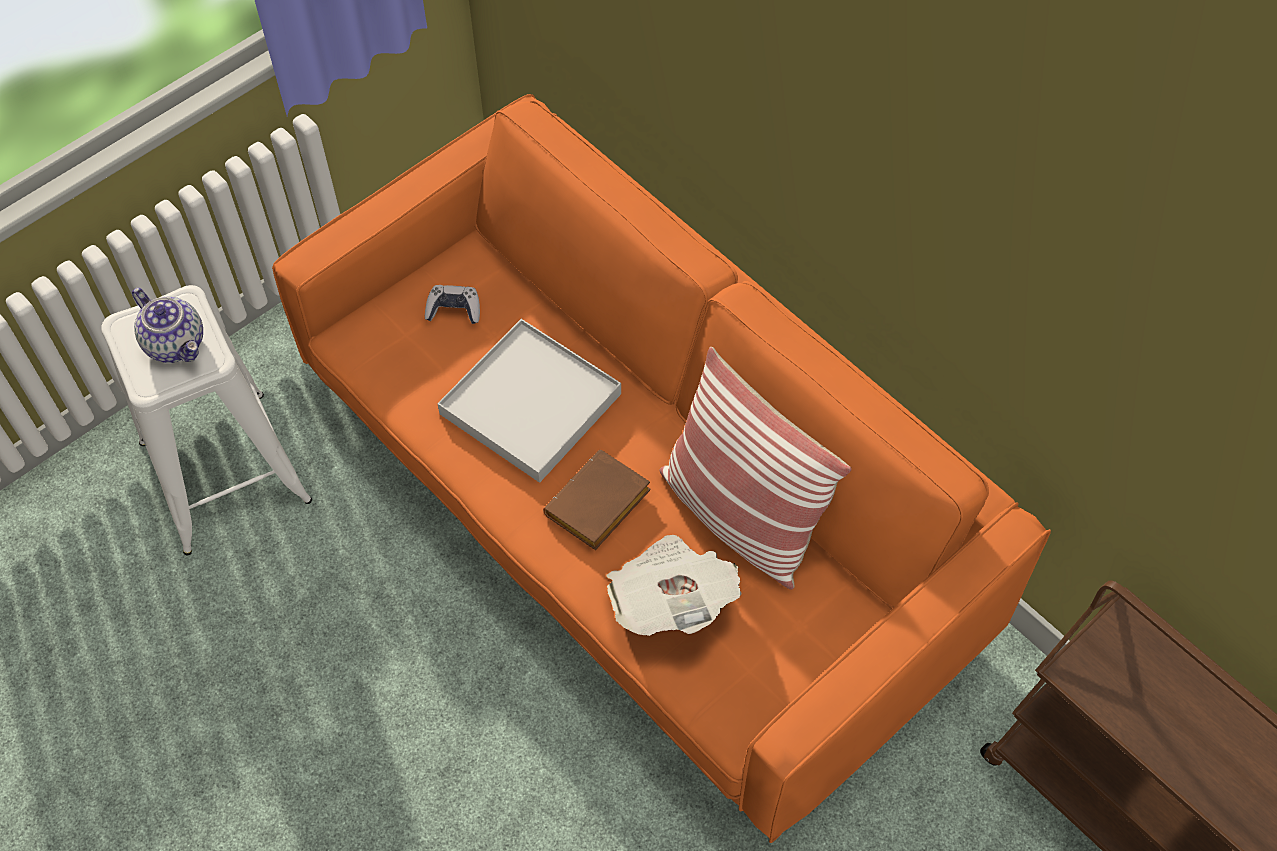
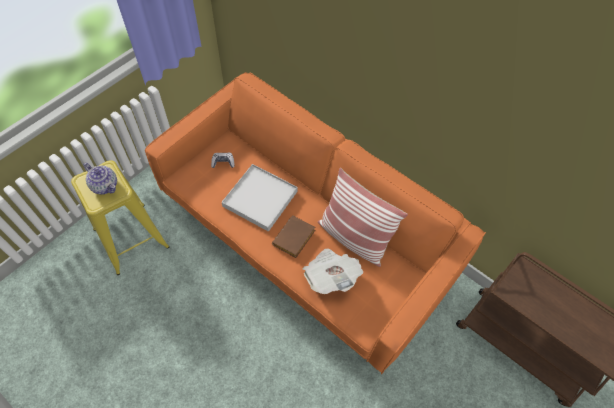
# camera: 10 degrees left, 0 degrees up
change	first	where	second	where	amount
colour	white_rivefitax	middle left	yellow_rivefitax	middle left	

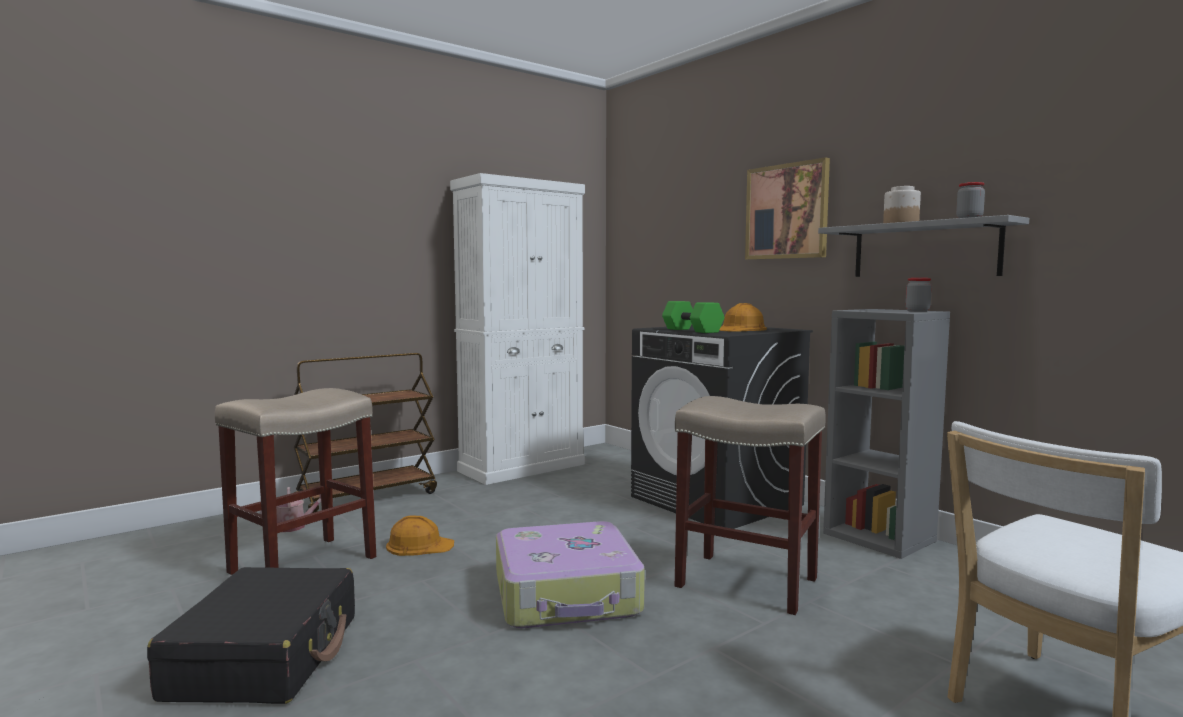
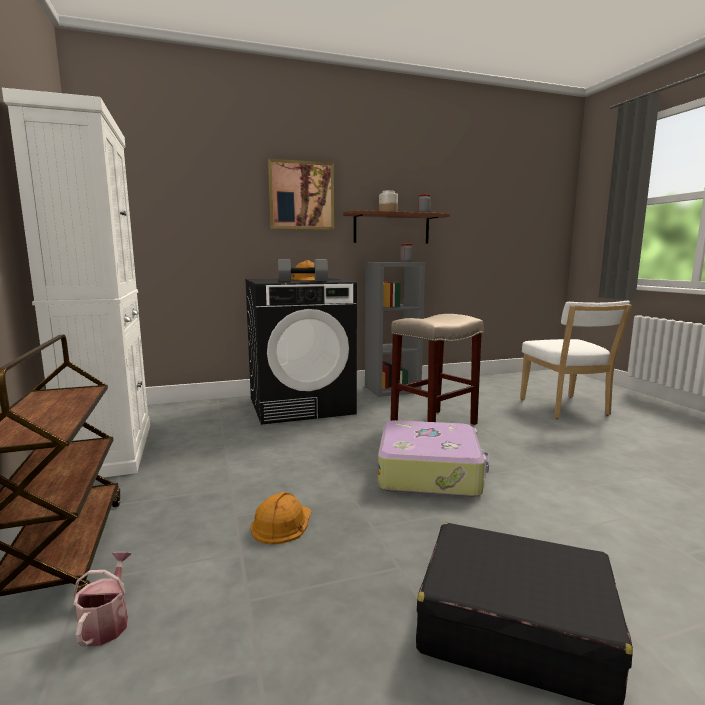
# camera: 70 degrees left, 5 degrees up
change	first	where	second	where	amount
colour	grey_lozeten	middle right	brown_lozeten	top centre	
colour	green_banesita	centre	grey_banesita	centre	
missing	beige_rivefitax (no. 1 from left)	bottom left			

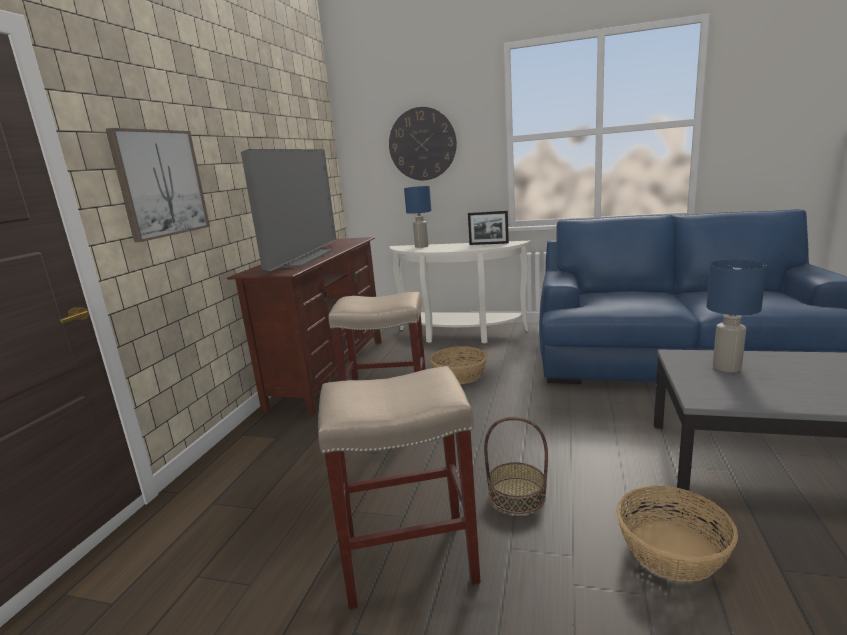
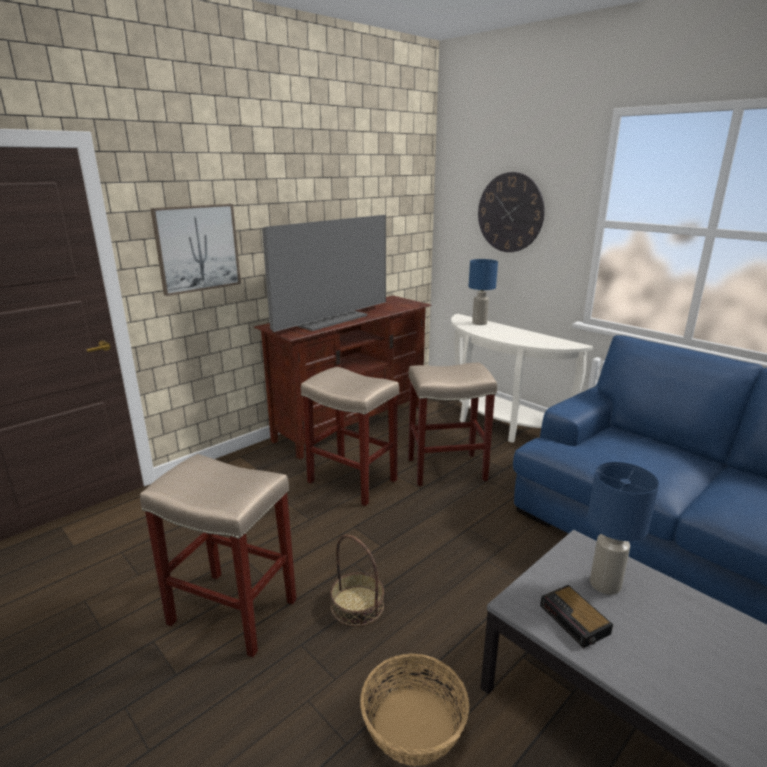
# camera: 30 degrees right, 5 degrees up
change	first	where	second	where	amount
missing	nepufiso	centre			
exchanged	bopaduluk (no. 1 from left)	centre	beige_rivefitax (no. 3 from left)	centre	
appeared			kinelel	bottom right	

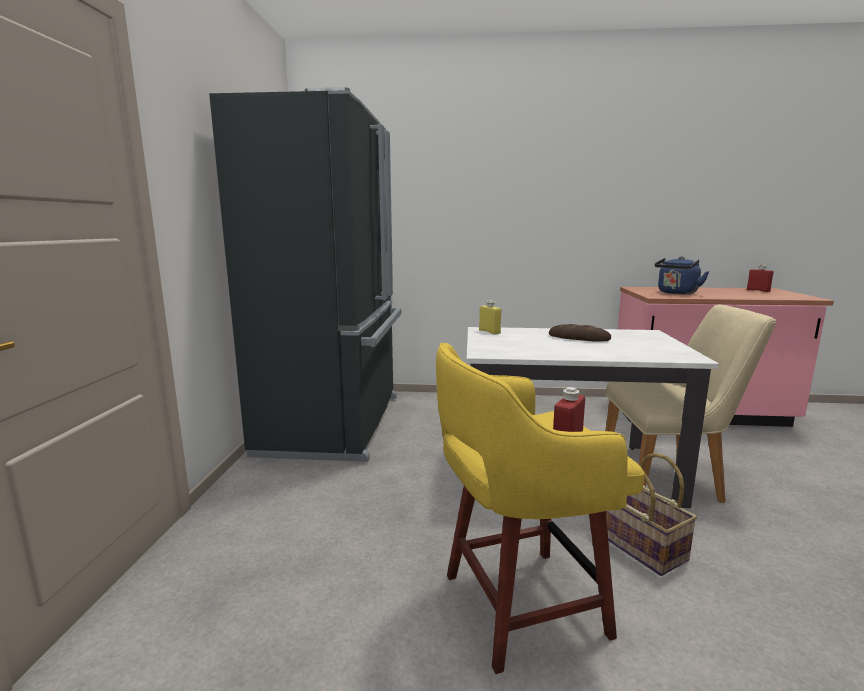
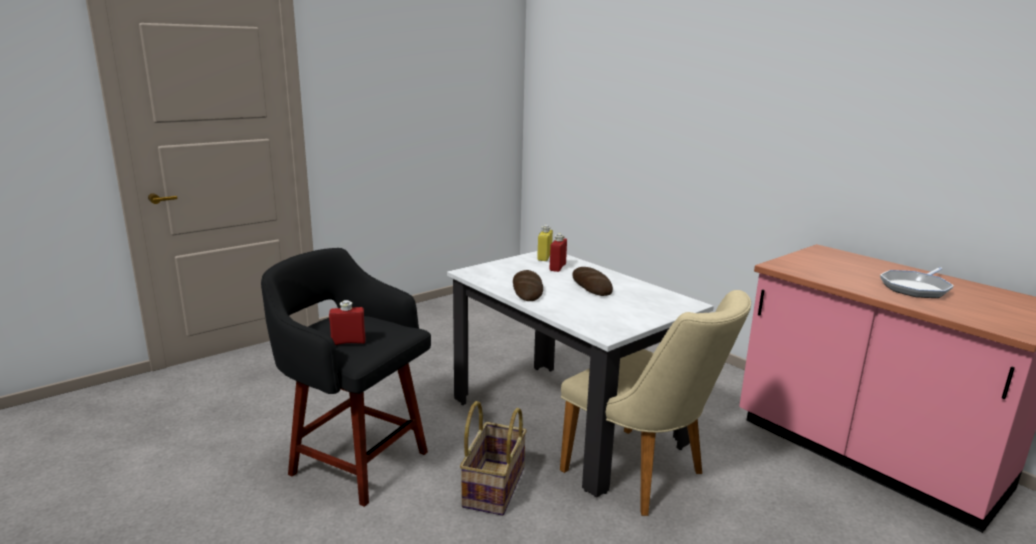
# camera: 45 degrees right, 5 degrees up
change	first	where	second	where	amount
missing	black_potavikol	centre			
missing	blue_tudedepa	middle right			
relocated	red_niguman (no. 2 from left)	middle right		centre	
colour	yellow_rivefitax	bottom centre	black_rivefitax	bottom centre	
appeared			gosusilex	middle right	
appeared			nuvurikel (no. 1 from left)	centre	

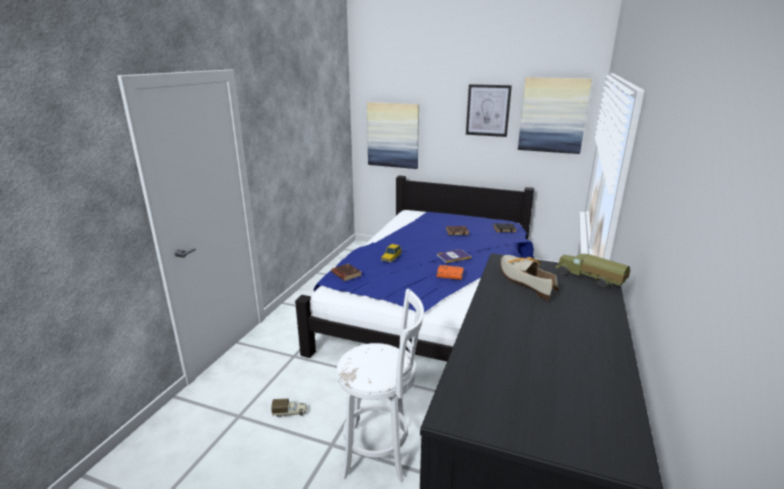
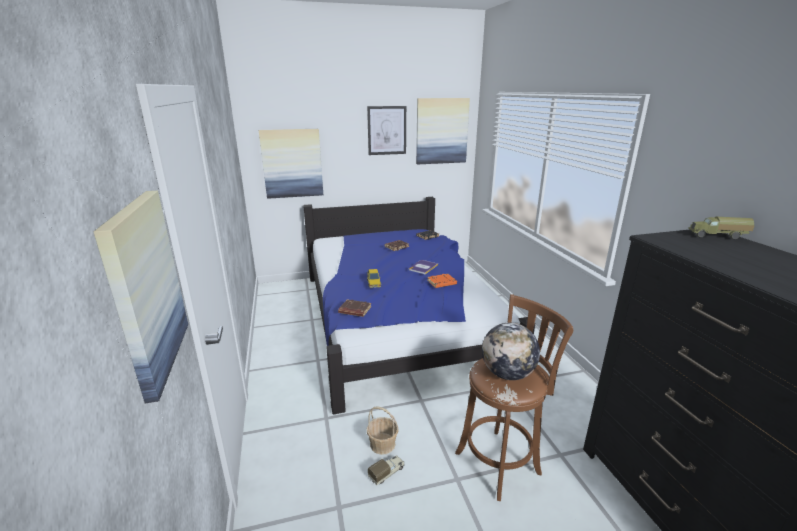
# camera: 35 degrees left, 0 degrees up
change	first	where	second	where	amount
missing	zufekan	middle right			
colour	white_rivefitax	bottom centre	brown_rivefitax	bottom centre	
appeared			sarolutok (no. 1 from left)	middle left	
appeared			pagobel	centre	
appeared			bopaduluk	bottom centre	

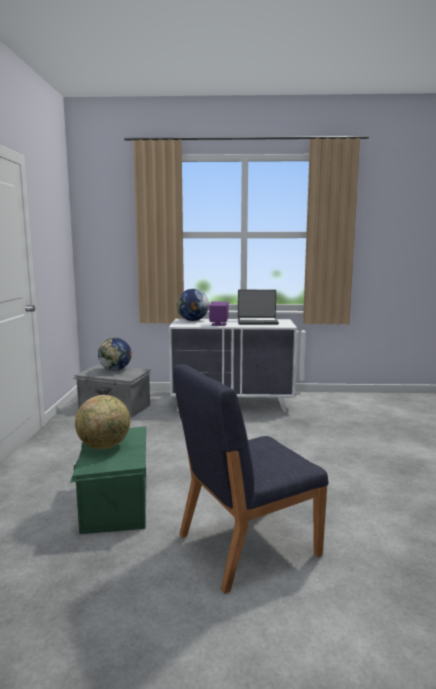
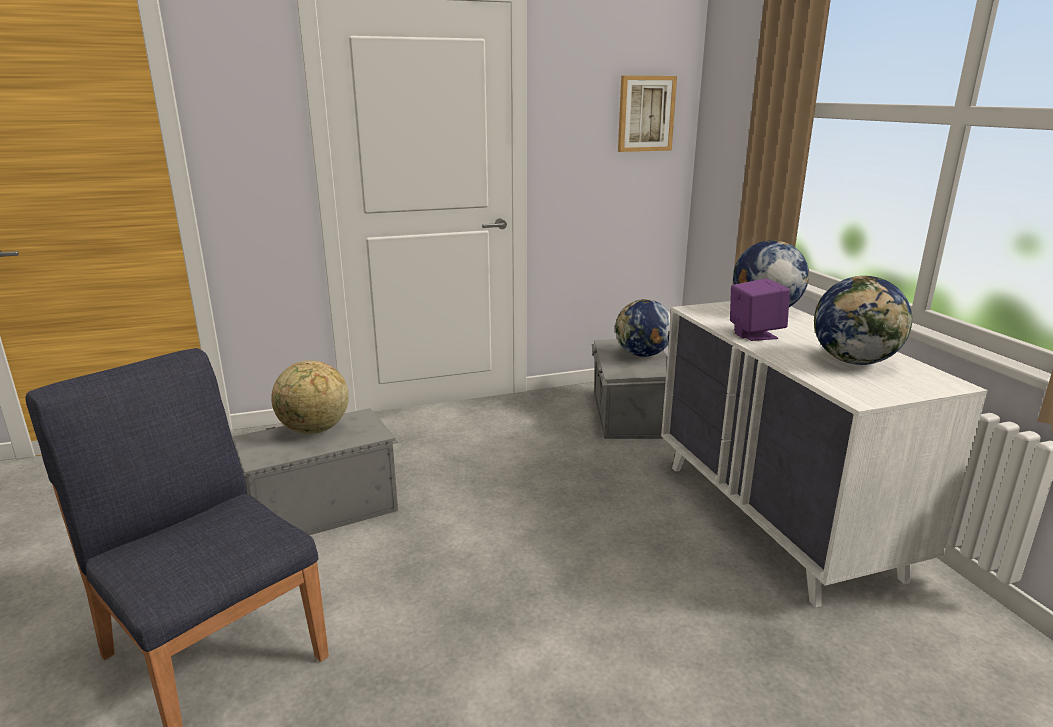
# camera: 70 degrees right, 10 degrees up
change	first	where	second	where	amount
exchanged	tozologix	centre	pagobel (no. 4 from left)	middle right	
colour	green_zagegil	bottom left	grey_zagegil (no. 1 from left)	middle left	
appeared			sarolutok	top centre	

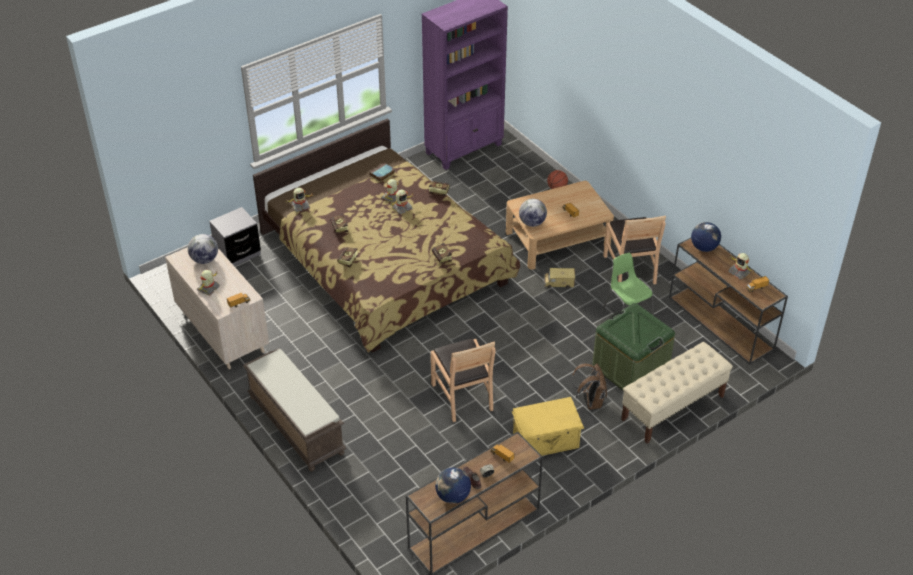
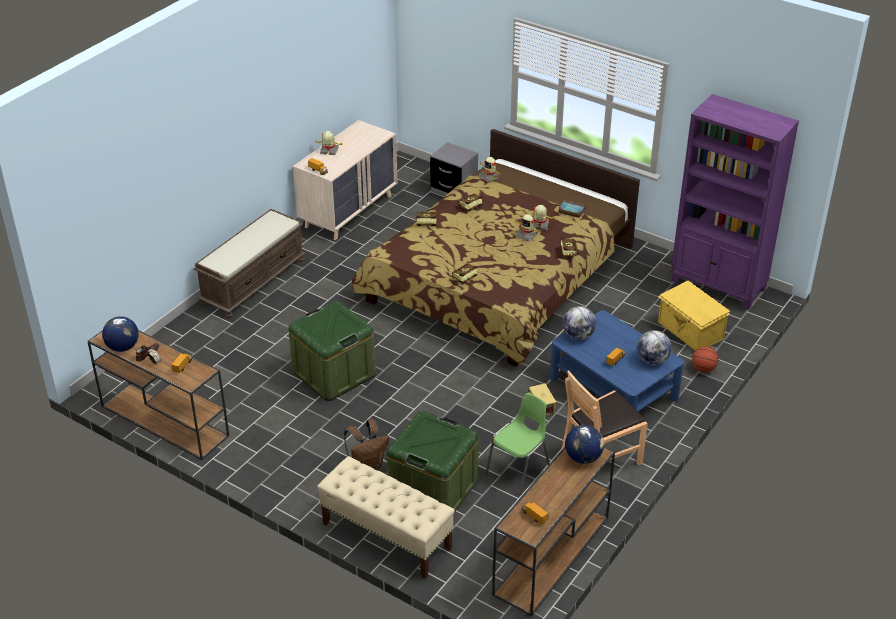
# camera: 70 degrees right, 5 degrees down
change	first	where	second	where	amount
colour	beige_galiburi	centre	blue_galiburi	middle right	
relocated	pagobel (no. 1 from left in the first image)	middle left	pagobel (no. 4 from left)	middle right	
missing	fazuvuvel (no. 5 from left)	middle right			
exchanged	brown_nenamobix (no. 1 from left)	centre	green_zagegil (no. 1 from left)	centre	
relocated	yellow_zagegil	bottom centre		middle right	

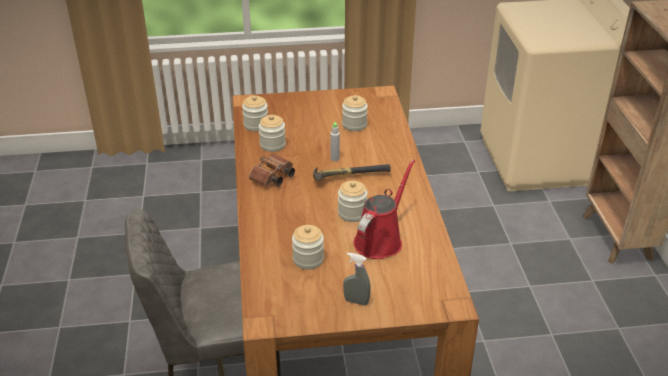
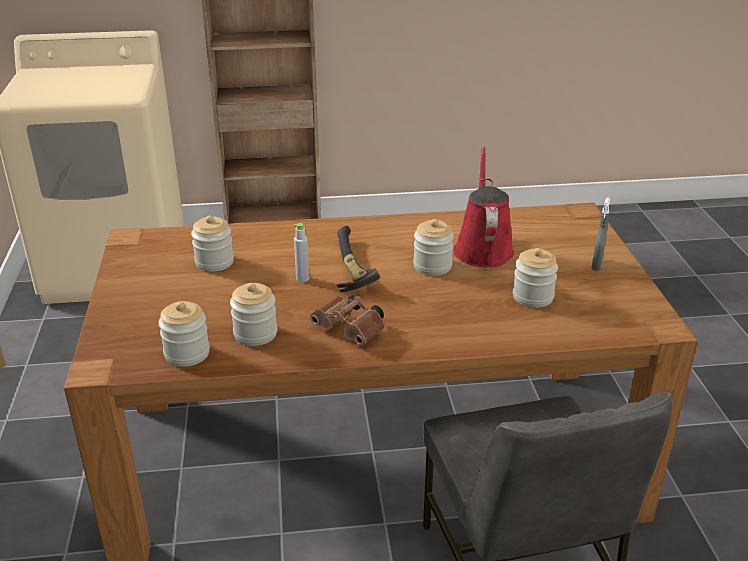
# camera: 90 degrees left, 5 degrees down
change	first	where	second	where	amount
spun	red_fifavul	centre		centre	60 degrees clockwise

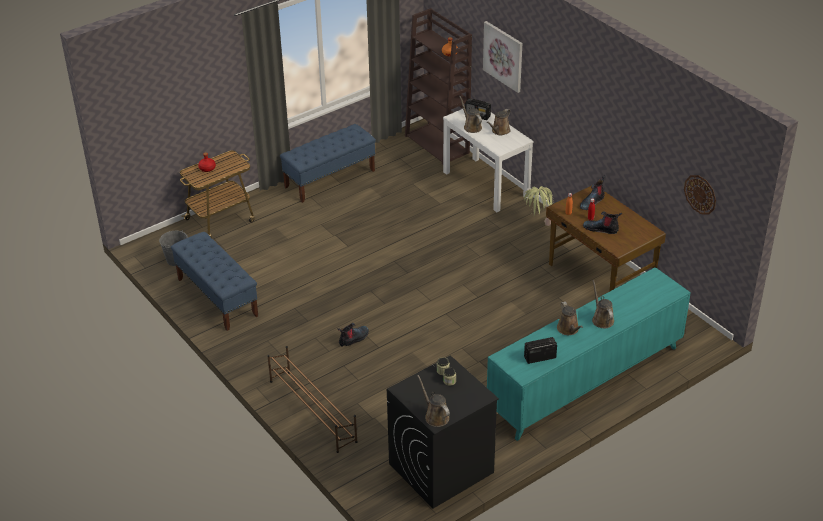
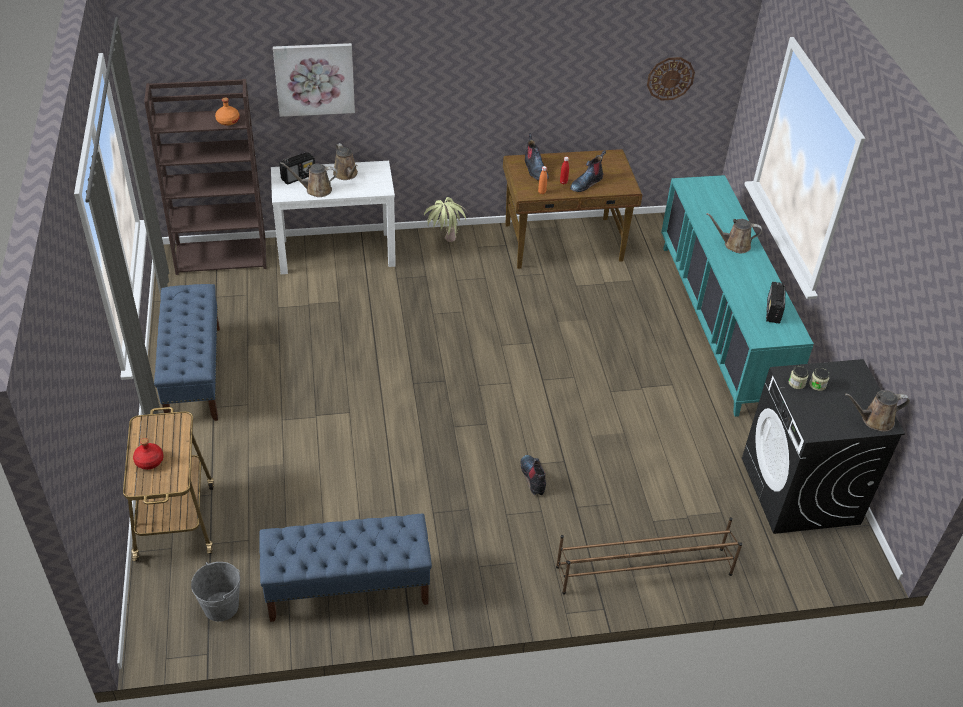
# camera: 65 degrees left, 5 degrees up
change	first	where	second	where	amount
missing	brown_fifavul (no. 4 from left)	middle right			

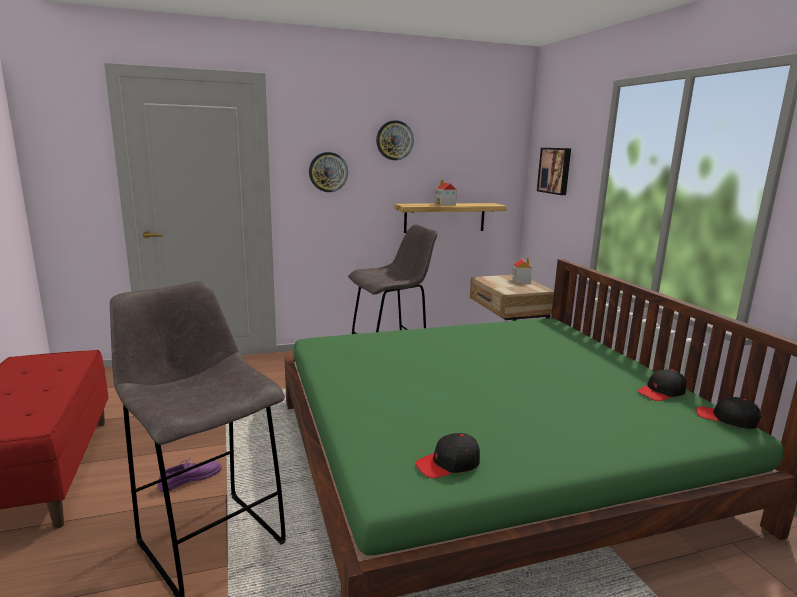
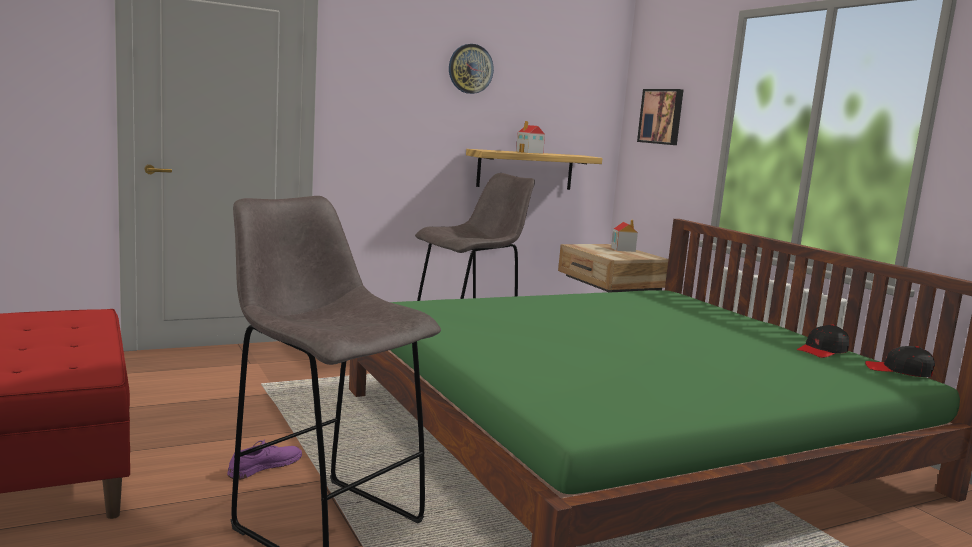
# camera: 10 degrees left, 5 degrees down
change	first	where	second	where	amount
missing	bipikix (no. 1 from left)	top centre			
missing	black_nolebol (no. 1 from left)	bottom centre			

